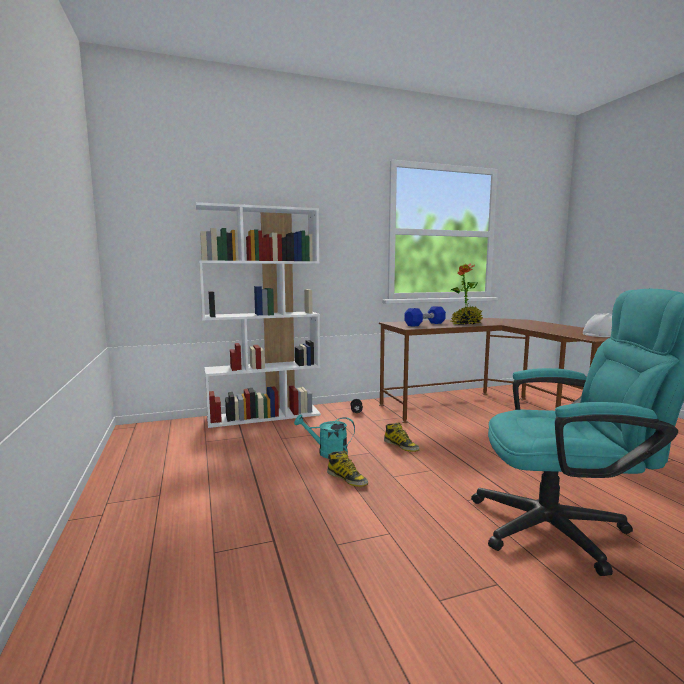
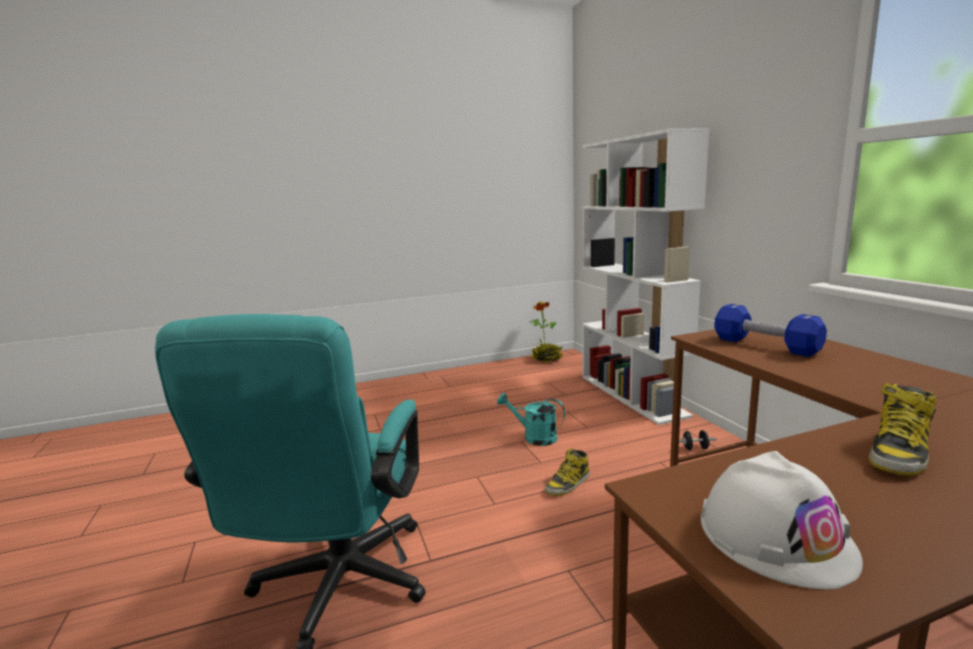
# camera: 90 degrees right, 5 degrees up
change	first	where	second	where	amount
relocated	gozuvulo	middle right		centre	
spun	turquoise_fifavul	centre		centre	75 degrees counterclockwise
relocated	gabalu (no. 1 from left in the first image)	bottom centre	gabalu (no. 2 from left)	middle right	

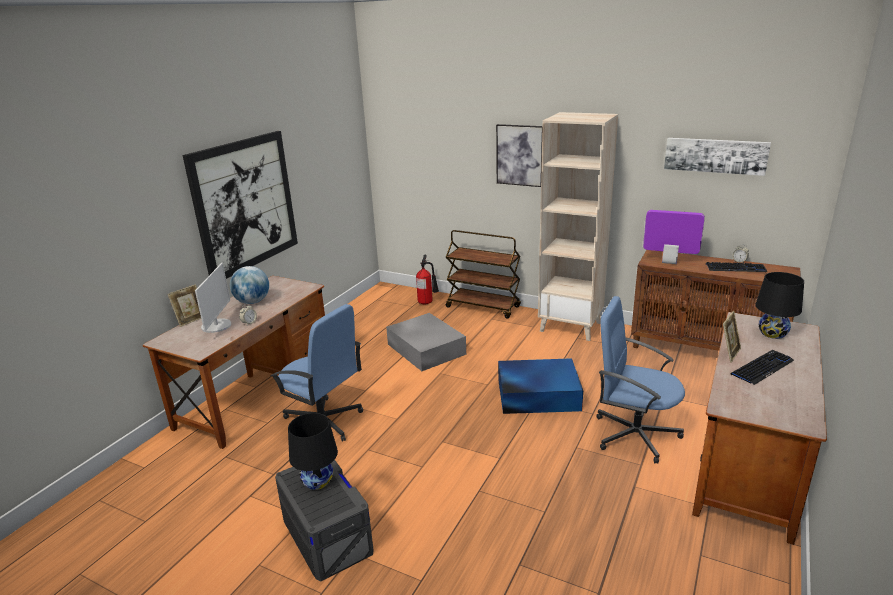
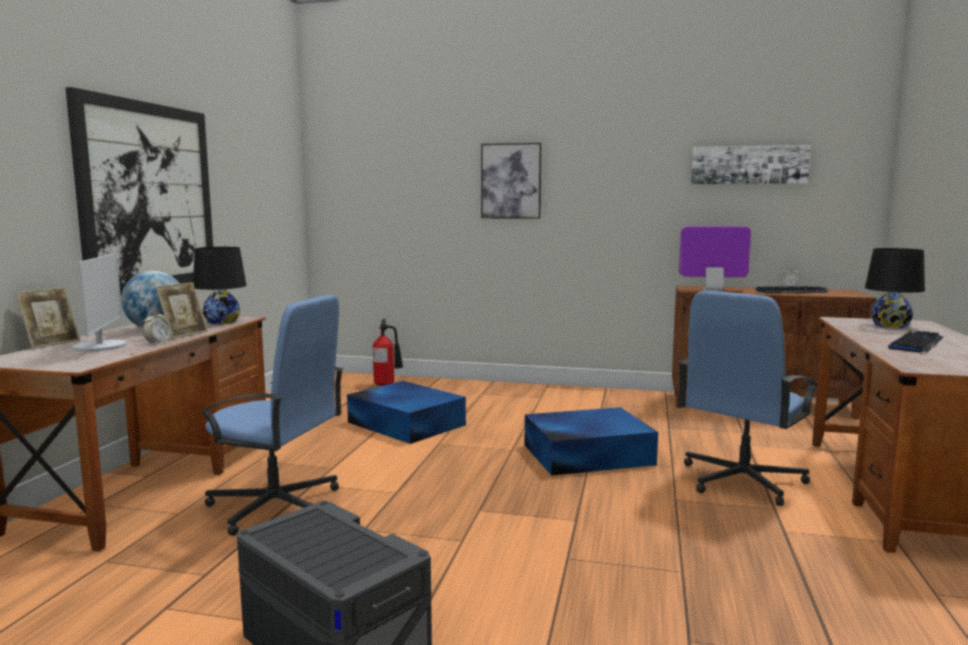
# camera: 15 degrees left, 15 degrees down
change	first	where	second	where	amount
missing	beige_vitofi	centre			
missing	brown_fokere	centre			
spun	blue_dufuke (no. 2 from left)	middle right		middle right	60 degrees counterclockwise
relocated	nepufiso (no. 2 from left)	middle right		middle left	
colour	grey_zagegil (no. 2 from left)	centre	blue_zagegil (no. 1 from left)	centre	
relocated	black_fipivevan (no. 1 from left)	bottom centre		middle left	

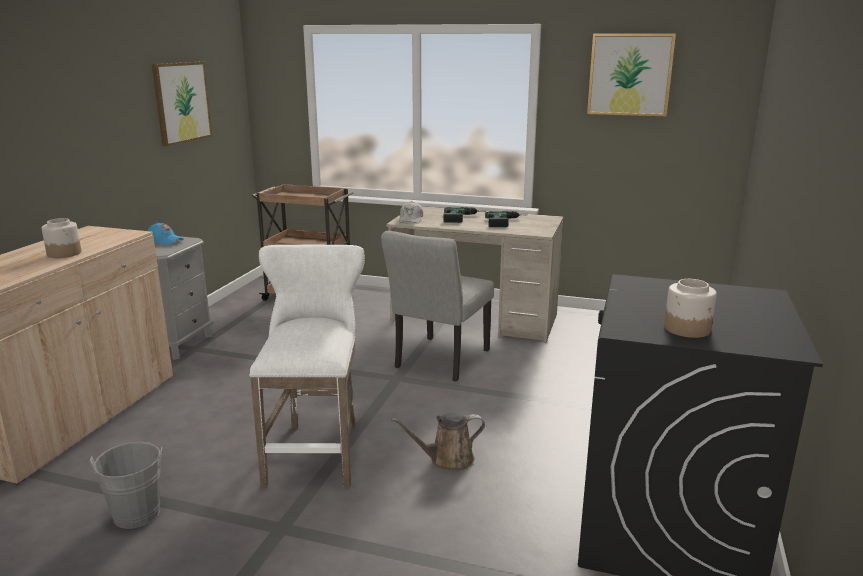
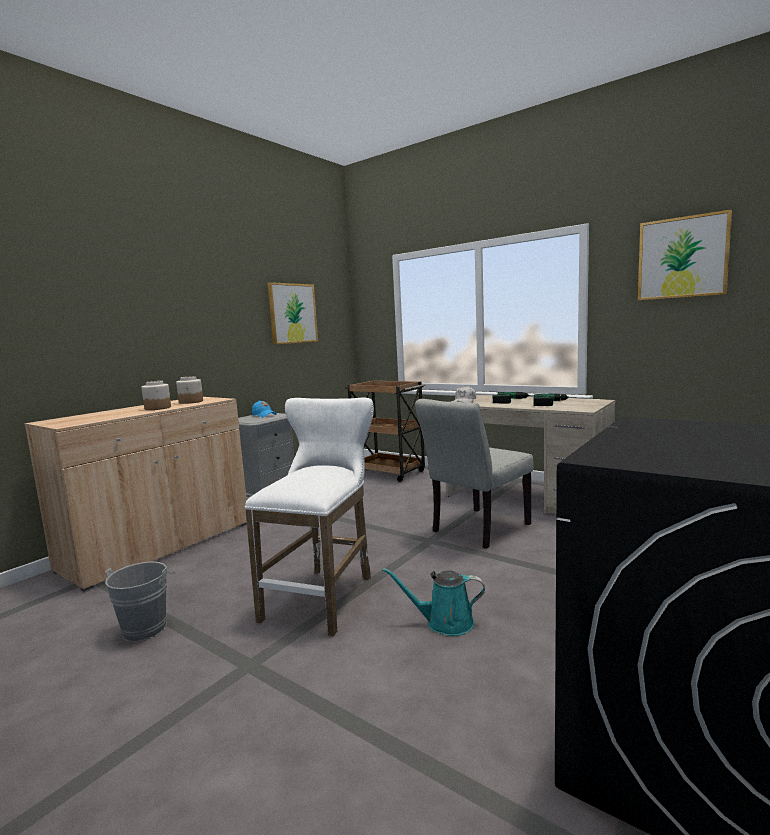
# camera: 20 degrees right, 10 degrees down
change	first	where	second	where	amount
relocated	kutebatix (no. 2 from left)	middle right		middle left	
colour	brown_fifavul	bottom centre	turquoise_fifavul	bottom centre	

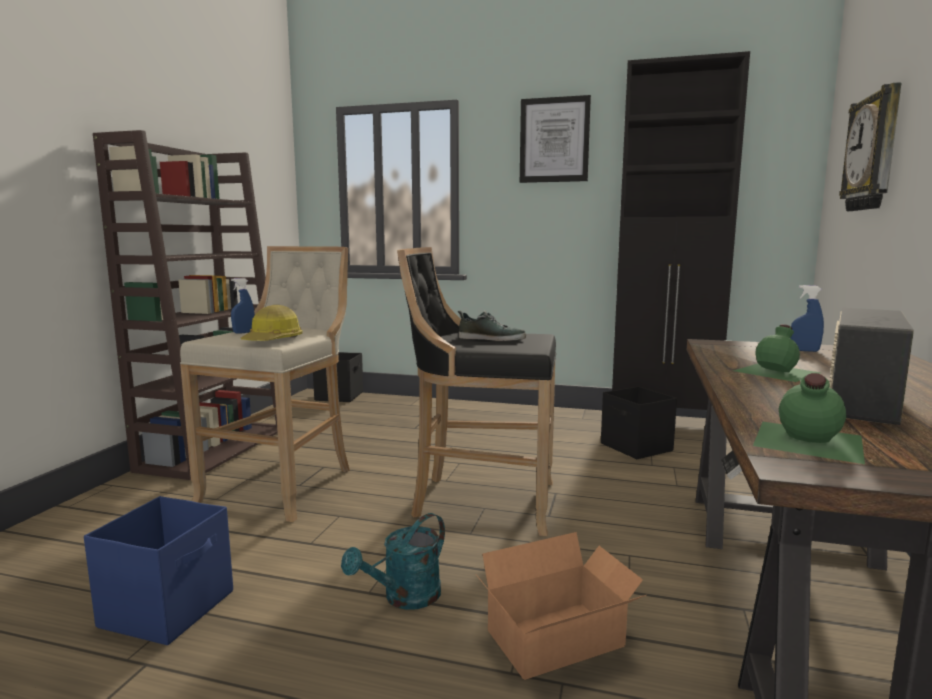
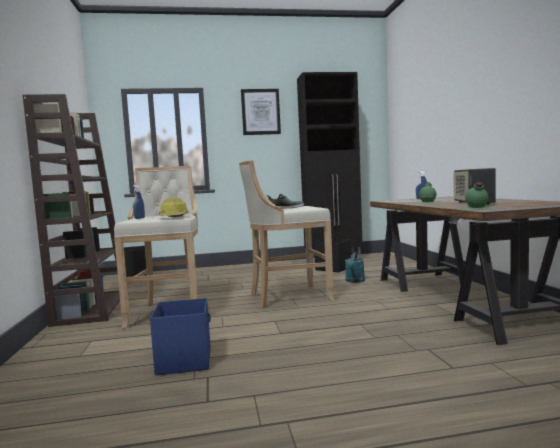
# camera: 25 degrees left, 5 degrees down
change	first	where	second	where	amount
missing	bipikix	top right			
colour	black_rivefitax	centre	beige_rivefitax (no. 2 from left)	centre	
relocated	turquoise_fifavul	bottom centre		centre	
missing	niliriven	bottom centre			

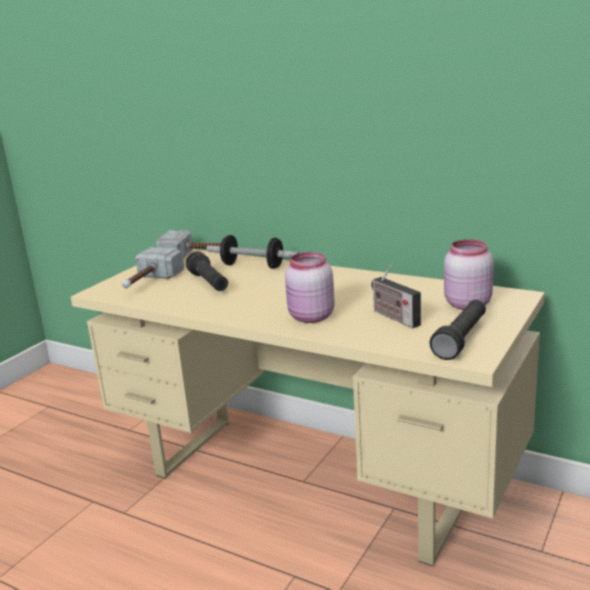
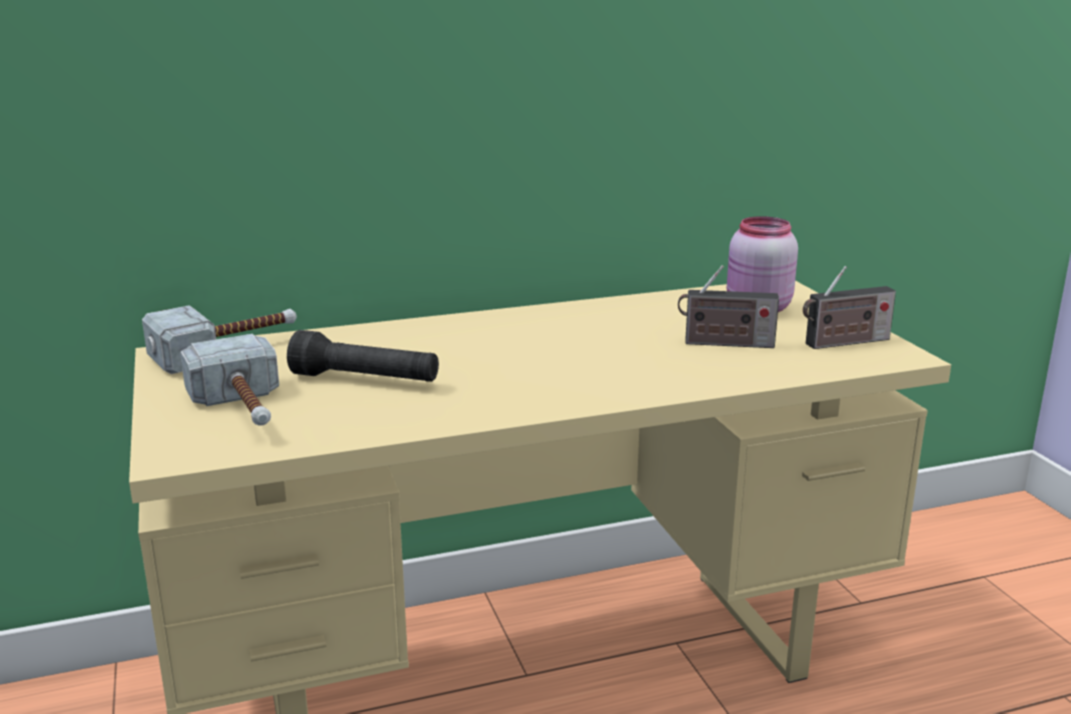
# camera: 50 degrees left, 0 degrees up
change	first	where	second	where	amount
missing	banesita	centre			
missing	pink_kutebatix (no. 1 from left)	centre			
exchanged	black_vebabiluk (no. 2 from left)	middle right	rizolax (no. 2 from left)	middle right	

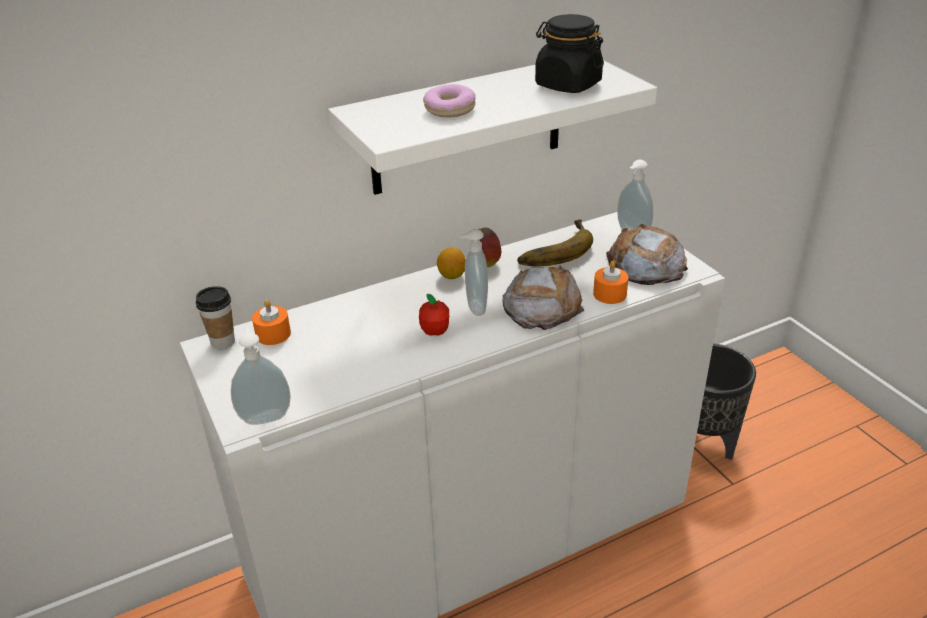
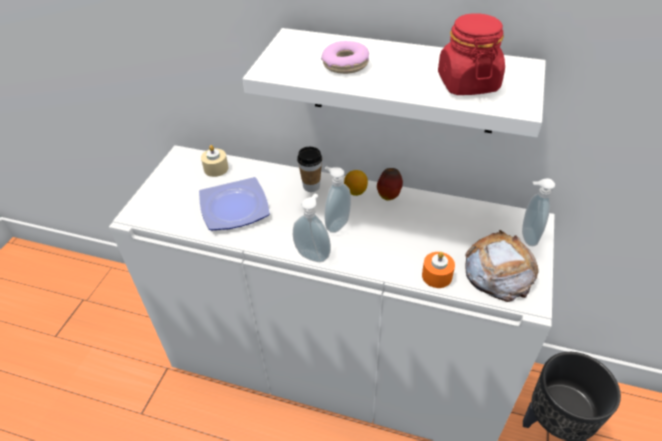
# camera: 45 degrees right, 10 degrees up
change	first	where	second	where	amount
colour	black_kutebatix	top centre	red_kutebatix	top right	
missing	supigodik	centre			
missing	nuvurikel (no. 1 from left)	centre			
relocated	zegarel	middle left		centre	
missing	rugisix (no. 1 from left)	centre			
colour	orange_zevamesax (no. 1 from left)	middle left	beige_zevamesax	middle left	
relocated	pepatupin (no. 1 from left)	middle left		centre	
appeared			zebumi	centre	

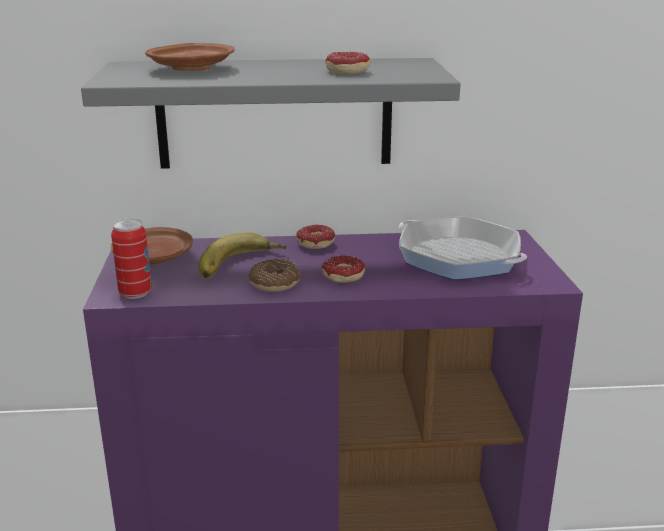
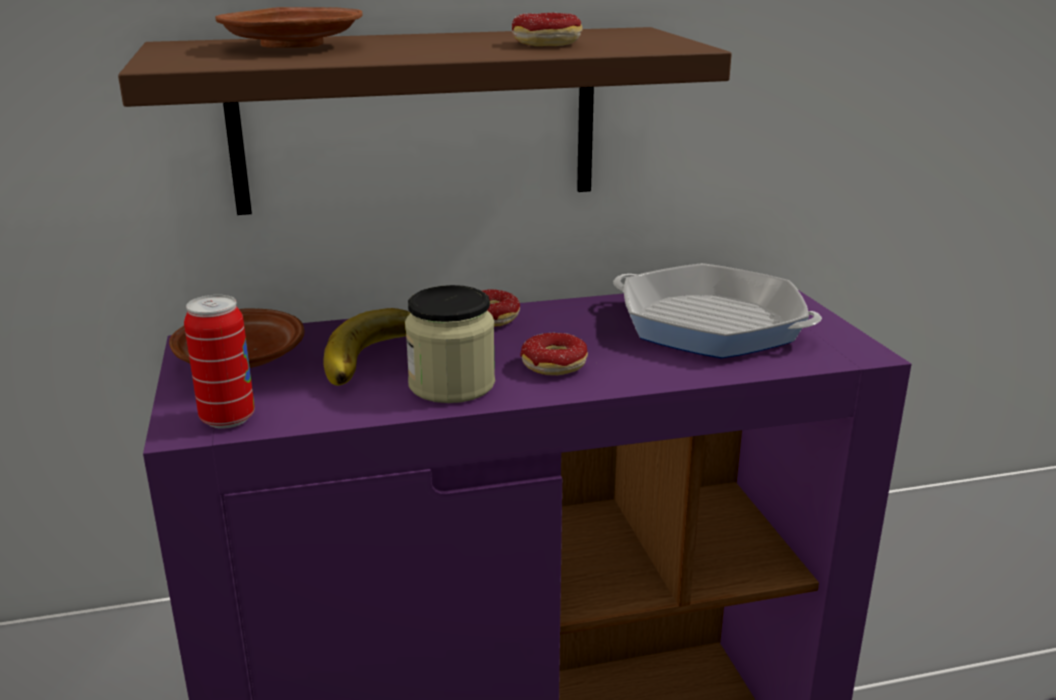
# camera: 10 degrees left, 0 degrees up
change	first	where	second	where	amount
colour	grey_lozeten	top centre	brown_lozeten	top centre	
exchanged	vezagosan (no. 1 from left)	centre	kutebatix	centre	

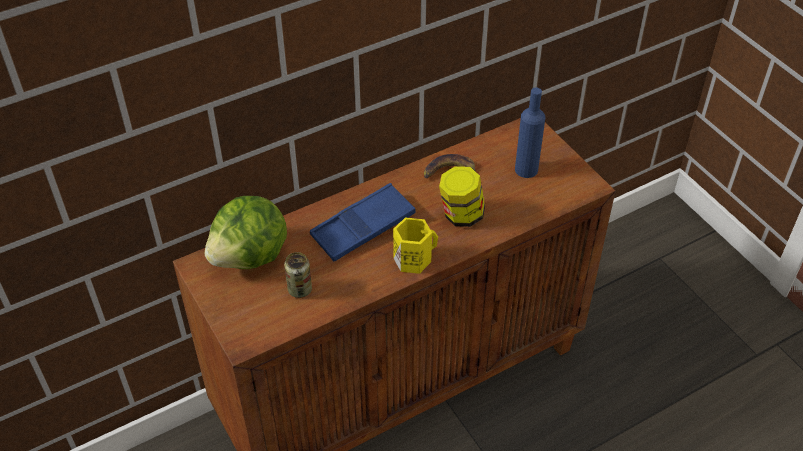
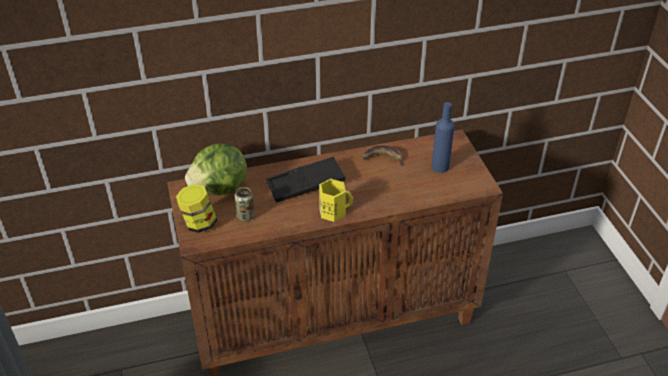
# camera: 15 degrees right, 5 degrees down
change	first	where	second	where	amount
relocated	kutebatix	centre		middle left	
colour	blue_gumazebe	centre	black_gumazebe	centre	

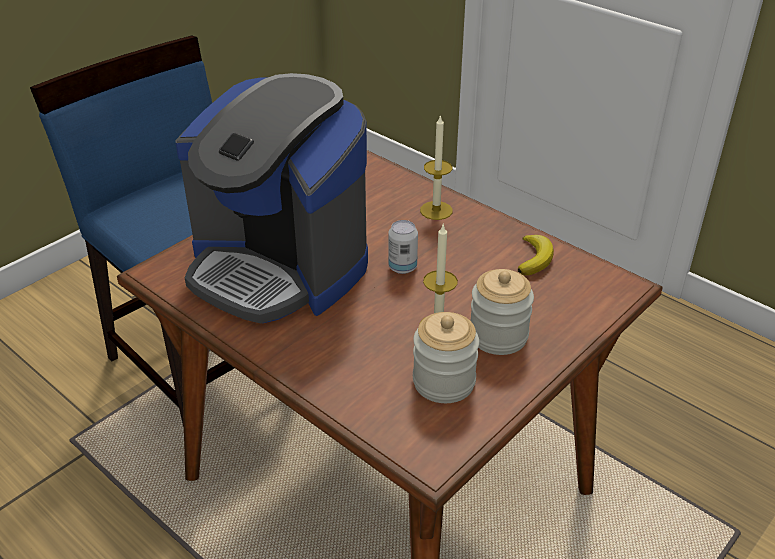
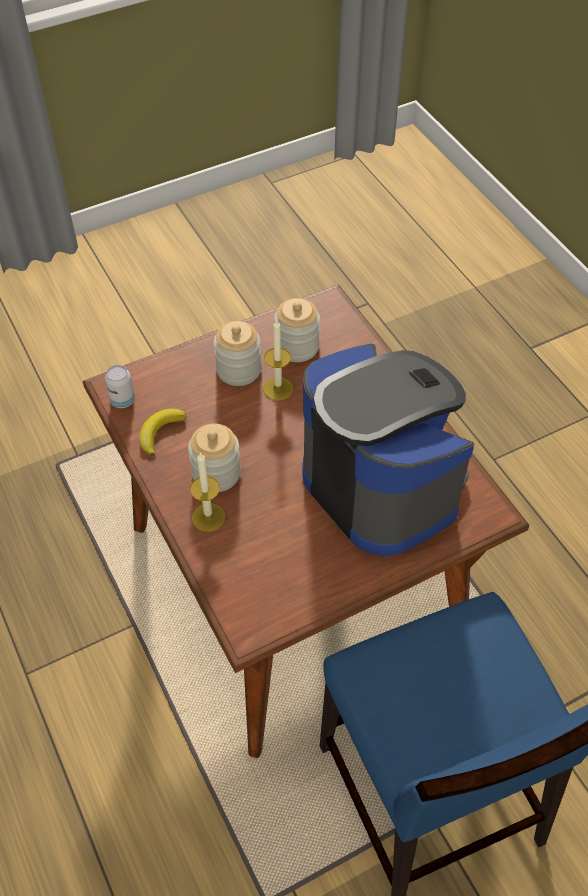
# camera: 160 degrees left, 15 degrees up
change	first	where	second	where	amount
relocated	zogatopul	centre		middle left	
appeared			kutebatix (no. 1 from left)	centre	

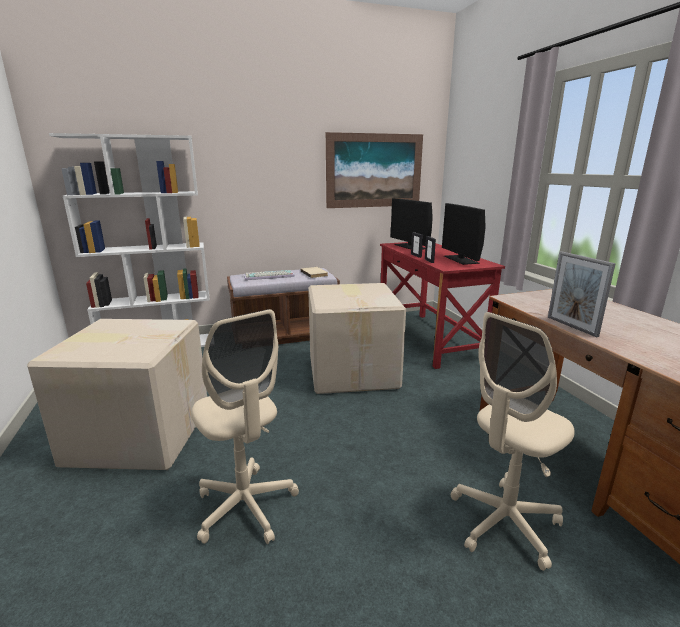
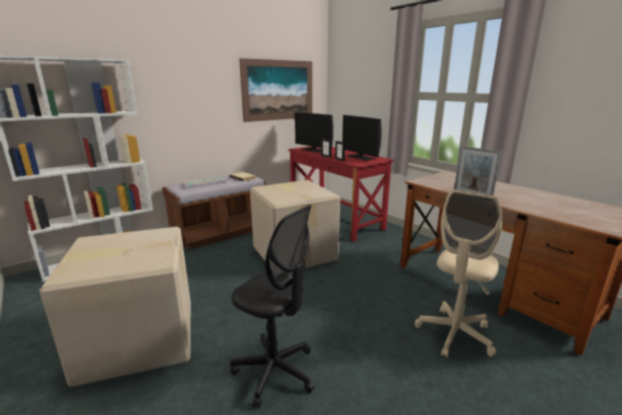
# camera: 20 degrees left, 0 degrees up
change	first	where	second	where	amount
colour	beige_dufuke (no. 1 from left)	bottom centre	black_dufuke	bottom centre	

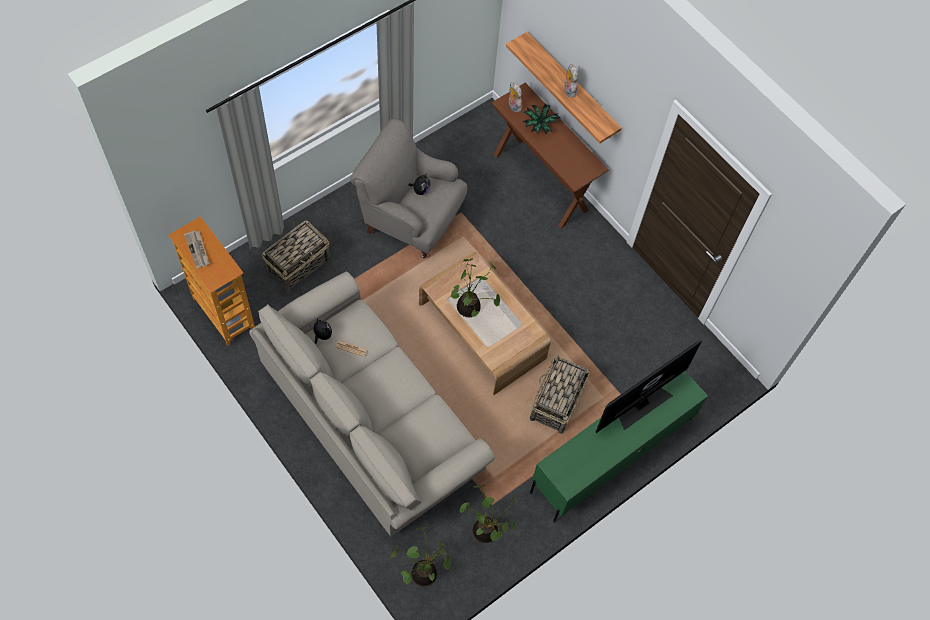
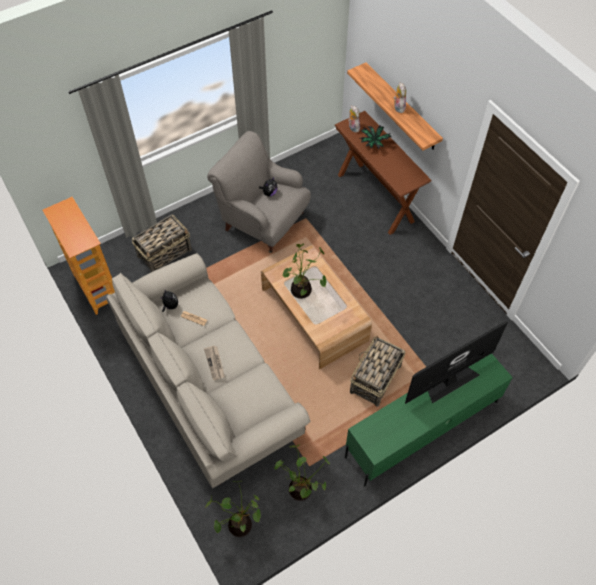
# camera: 10 degrees right, 5 degrees down
change	first	where	second	where	amount
relocated	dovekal (no. 1 from left in the first image)	middle left	dovekal (no. 2 from left)	centre	

